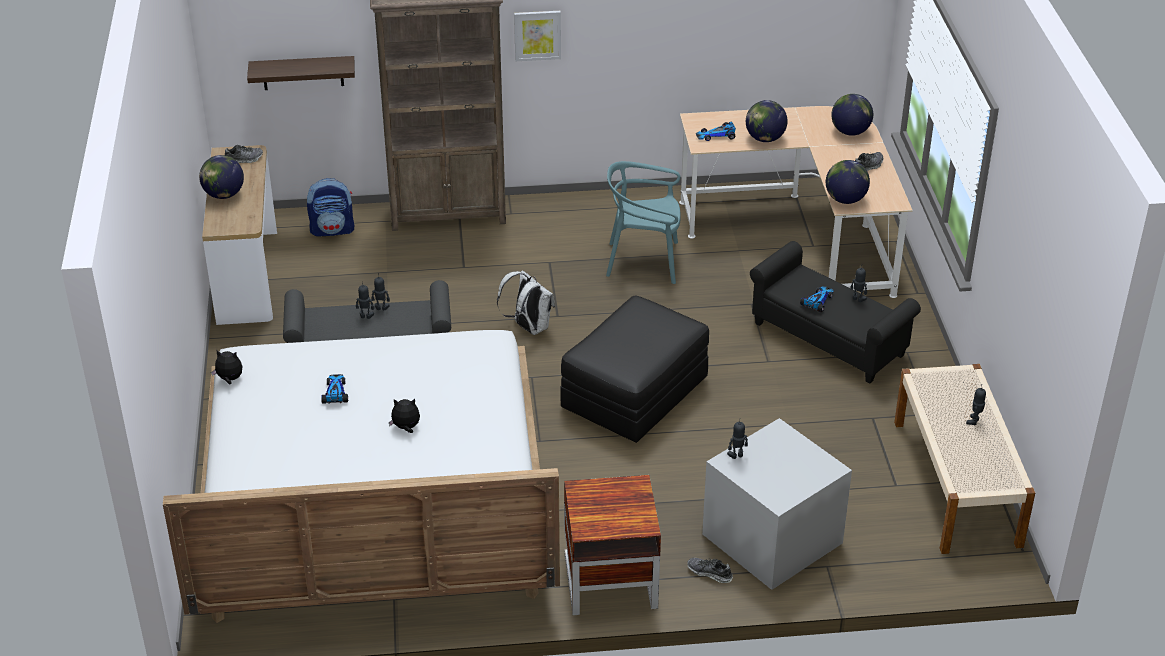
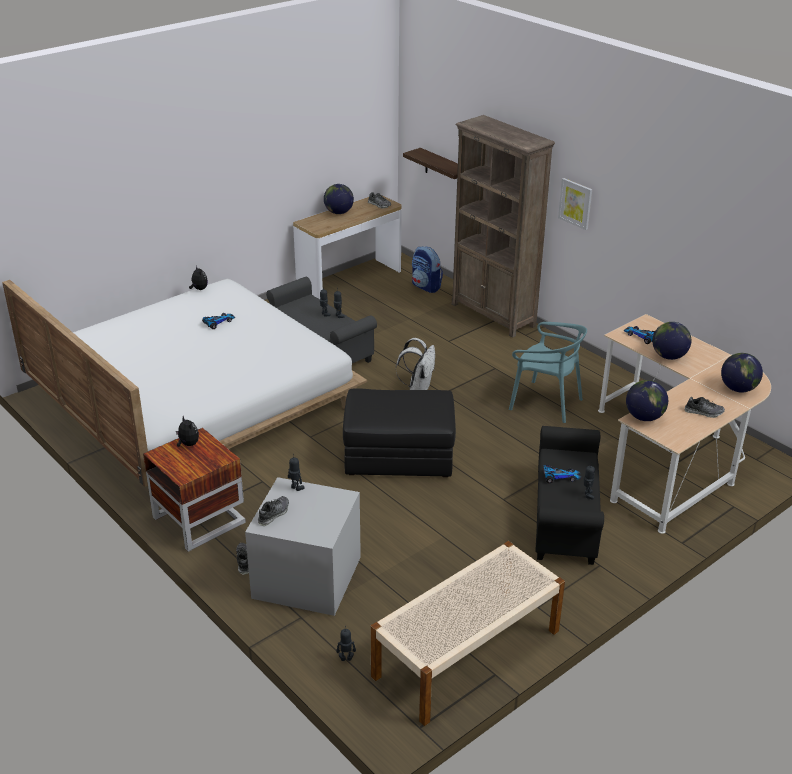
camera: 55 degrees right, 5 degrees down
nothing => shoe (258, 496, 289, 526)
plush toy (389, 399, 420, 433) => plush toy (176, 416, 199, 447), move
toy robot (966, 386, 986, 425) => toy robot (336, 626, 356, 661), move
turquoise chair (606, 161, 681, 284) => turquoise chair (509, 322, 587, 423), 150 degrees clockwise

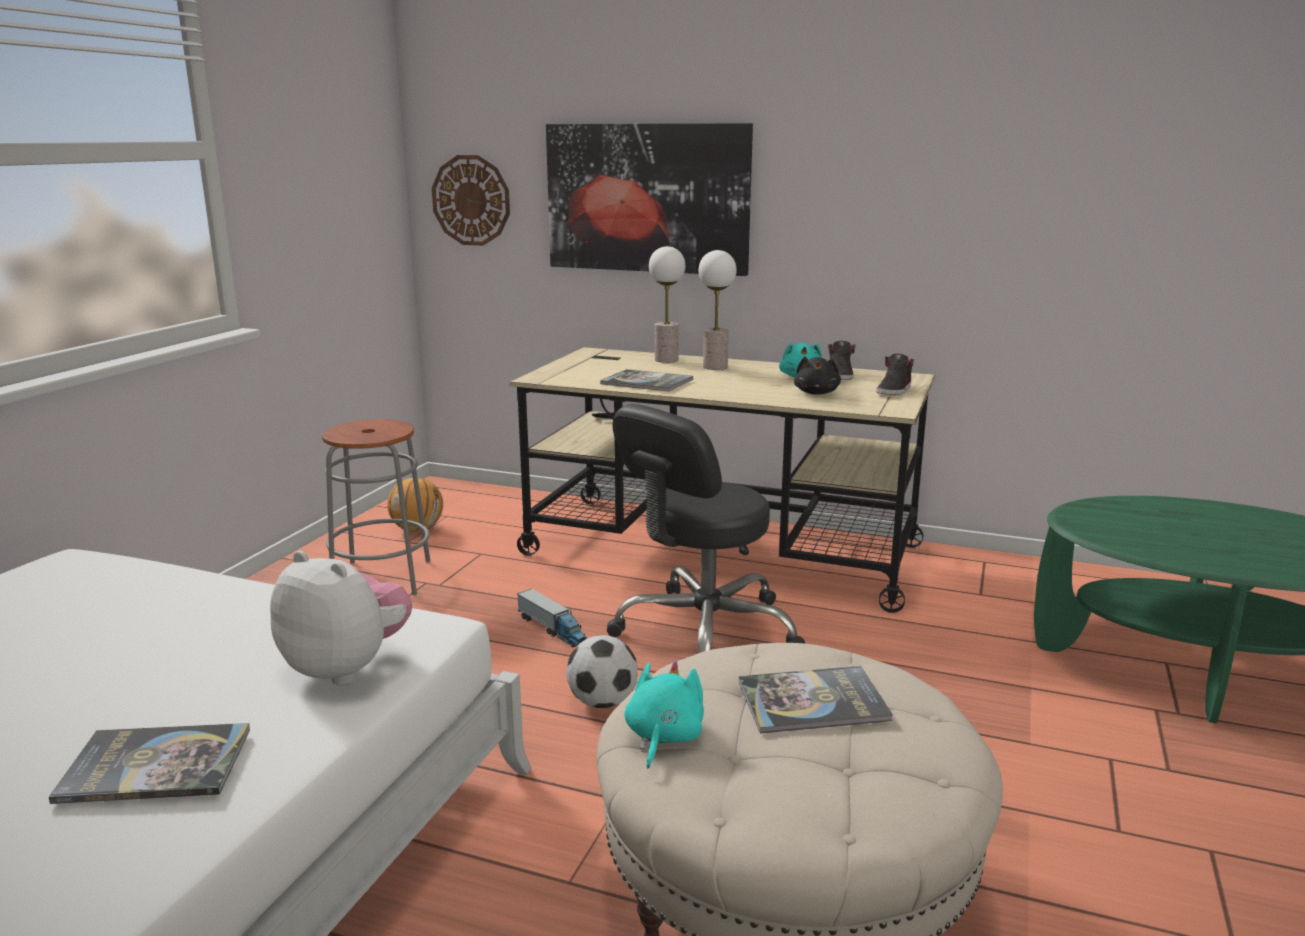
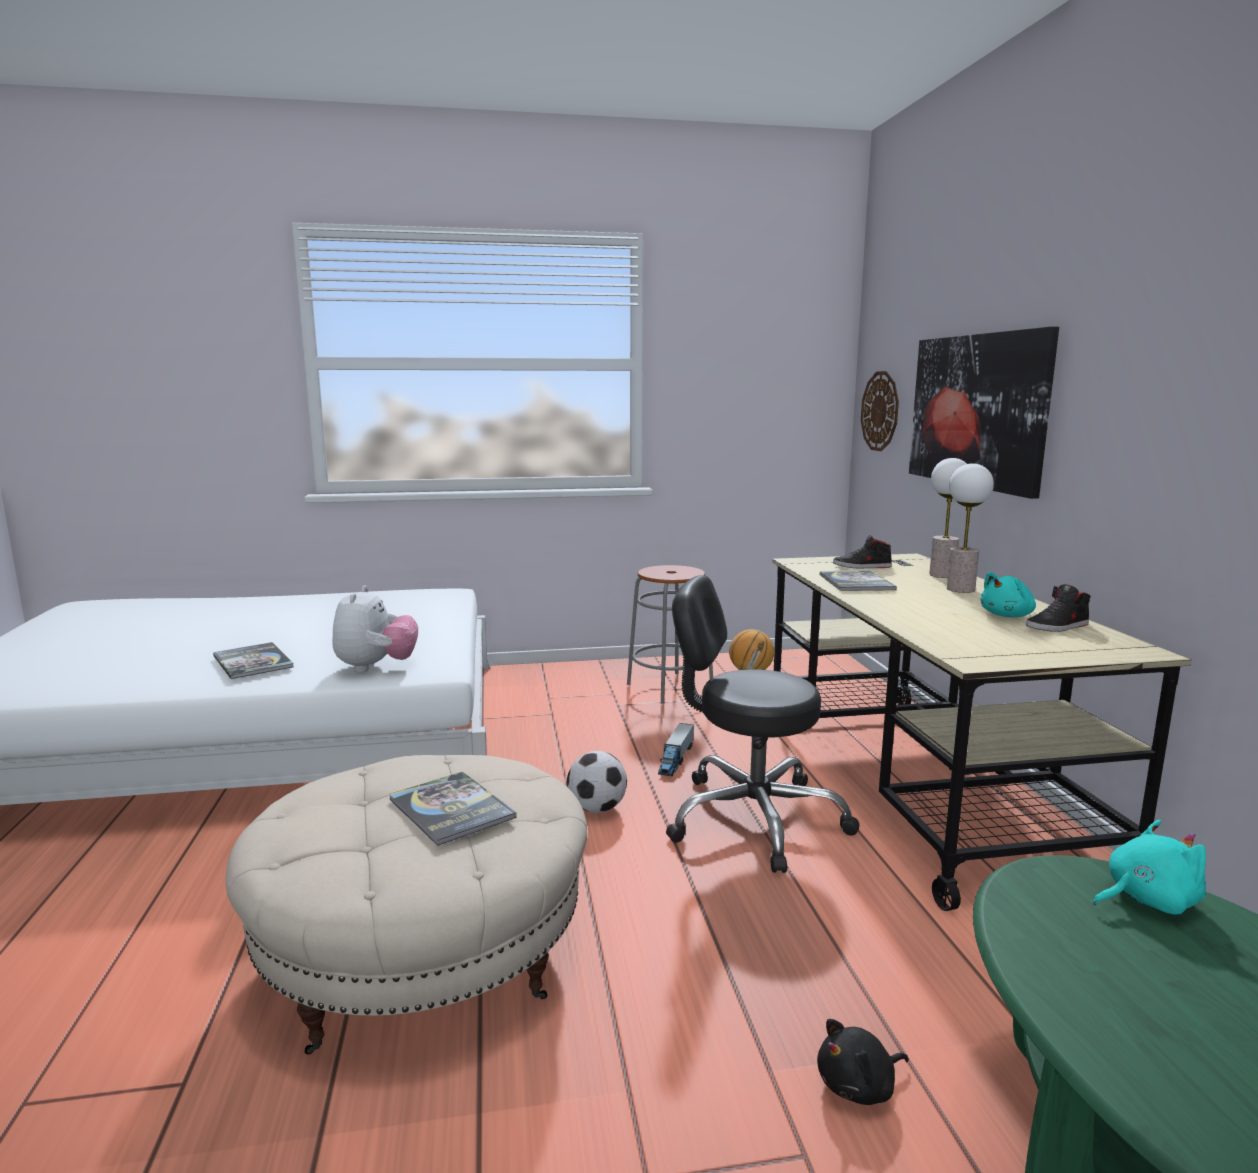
camera: 60 degrees right, 5 degrees down
turquoise plush toy (624, 661, 704, 769) => turquoise plush toy (1093, 820, 1206, 915), move
black plush toy (794, 356, 841, 395) => black plush toy (817, 1019, 909, 1105), move
black shoe (876, 354, 914, 395) => black shoe (833, 535, 892, 569), move

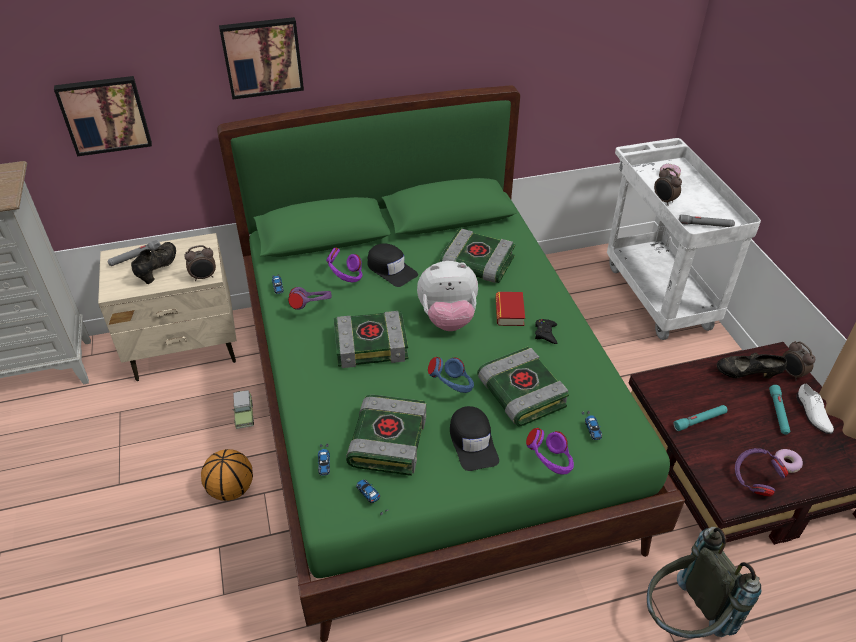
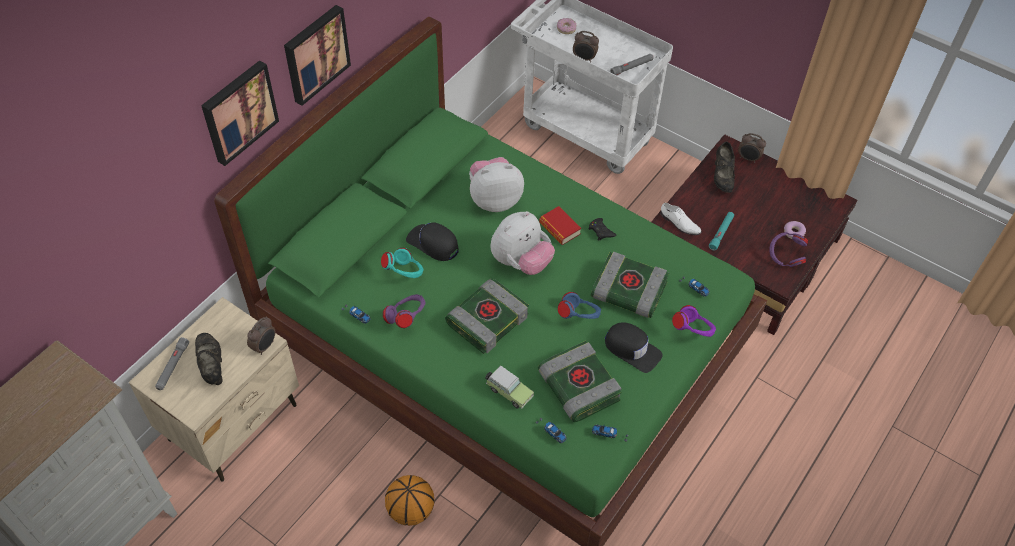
camera: 40 degrees left, 10 degrees up
grey backpack (647, 527, 761, 638) => nothing
turquoise flashlight (769, 385, 790, 435) => nothing
picture (54, 76, 152, 156) => picture (284, 5, 351, 106), move
toy car (232, 390, 254, 429) => toy car (485, 365, 534, 409), move
white shoe (796, 384, 834, 434) => white shoe (660, 203, 702, 235), move
book (439, 229, 516, 283) => plush toy (469, 157, 524, 212)
purple headphones (326, 247, 363, 283) => turquoise headphones (381, 248, 423, 278)
black cap (367, 243, 418, 287) => black cap (406, 222, 459, 261), 150 degrees counterclockwise
black shoe (717, 353, 787, 378) => black shoe (714, 142, 735, 193), 60 degrees counterclockwise

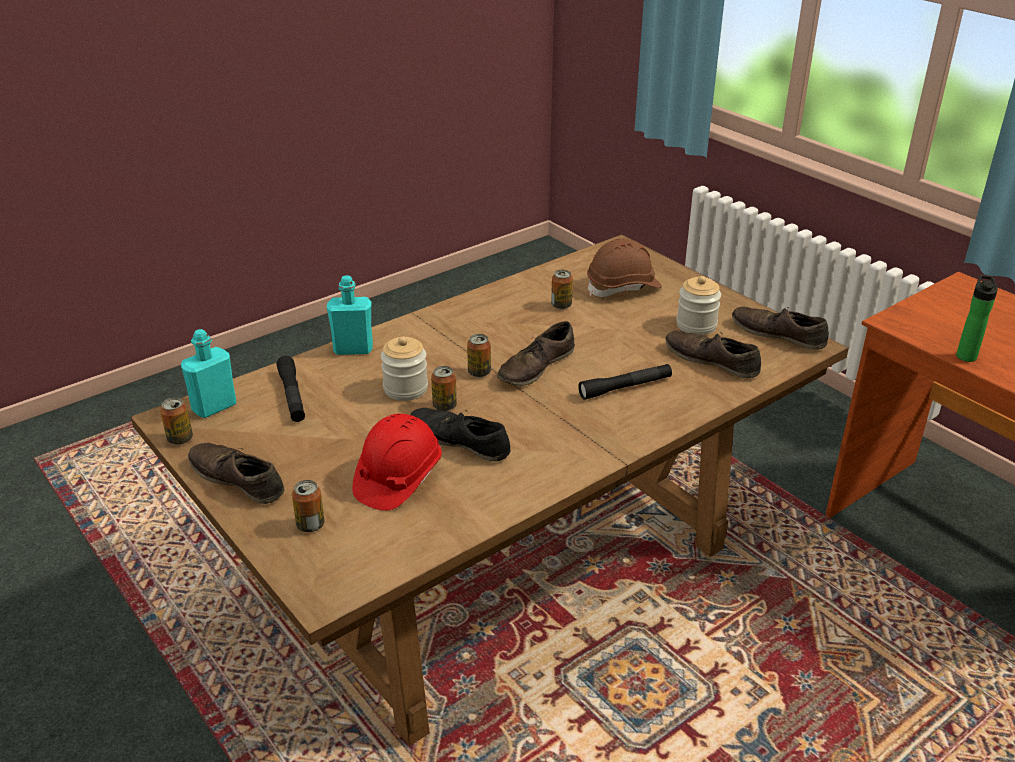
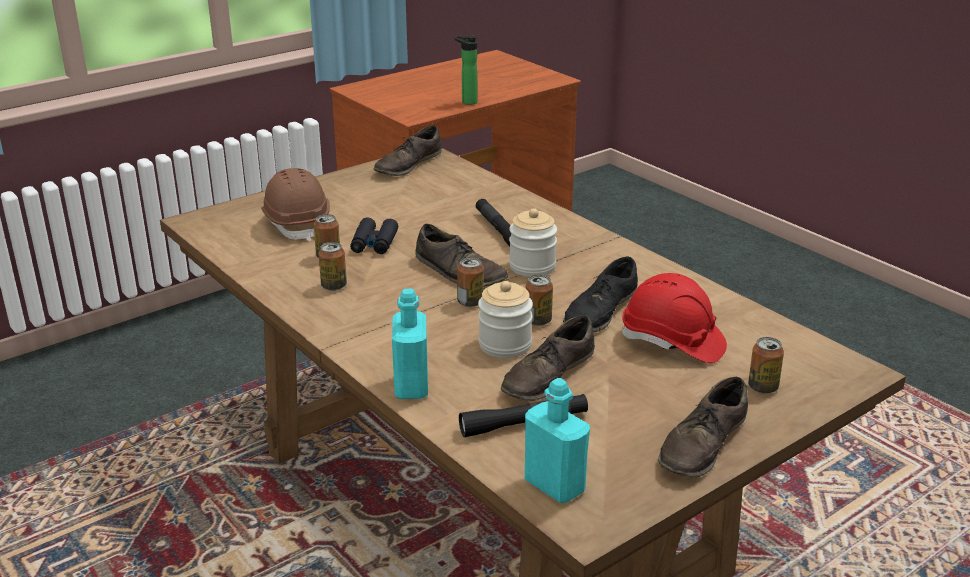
camera: 90 degrees left, 5 degrees down
nothing => black binoculars (350, 217, 398, 254)
can (160, 397, 193, 445) => can (318, 242, 347, 291), move
brown shoe (665, 330, 761, 378) => brown shoe (501, 316, 595, 401), move
jar (676, 276, 721, 335) => jar (509, 208, 557, 277), move

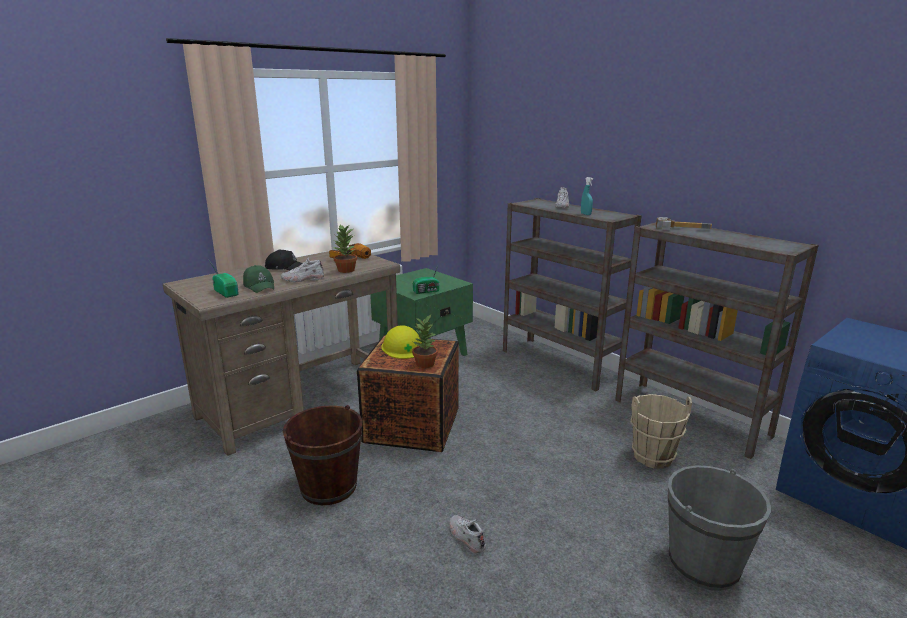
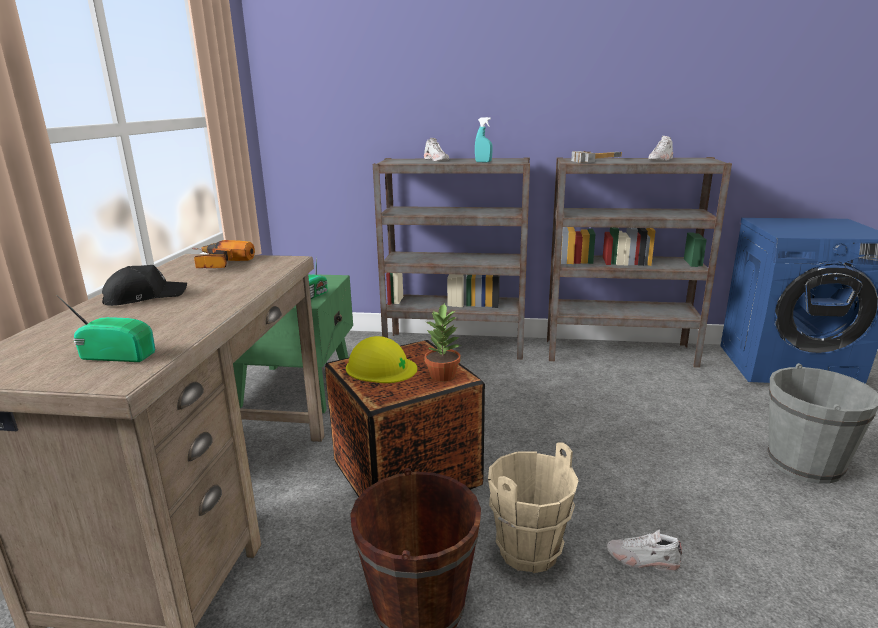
camera: 40 degrees left, 0 degrees up
green cap (243, 265, 274, 293) => nothing
potted plant (334, 224, 357, 273) => nothing
white shoe (281, 257, 324, 282) => white shoe (648, 136, 673, 161), move
beige bucket (630, 394, 692, 469) => beige bucket (488, 442, 579, 573), move

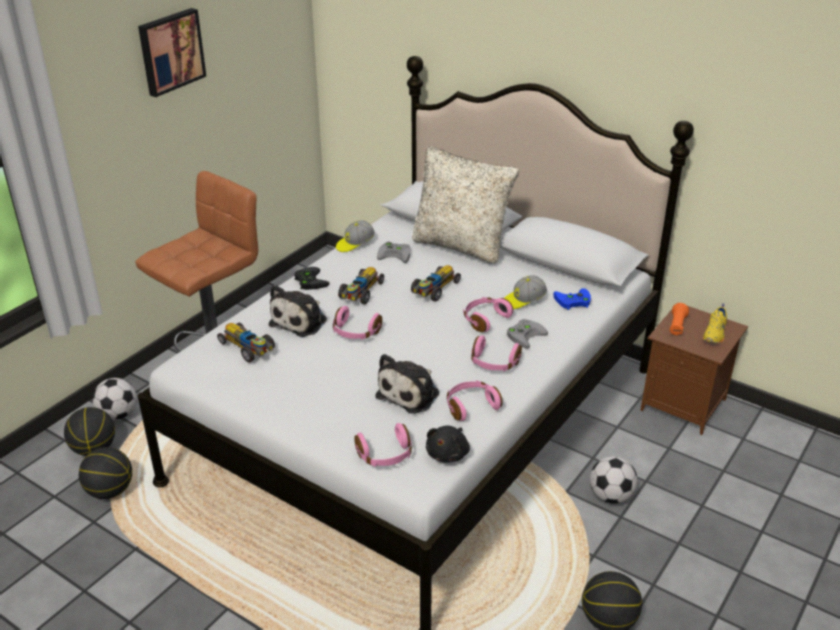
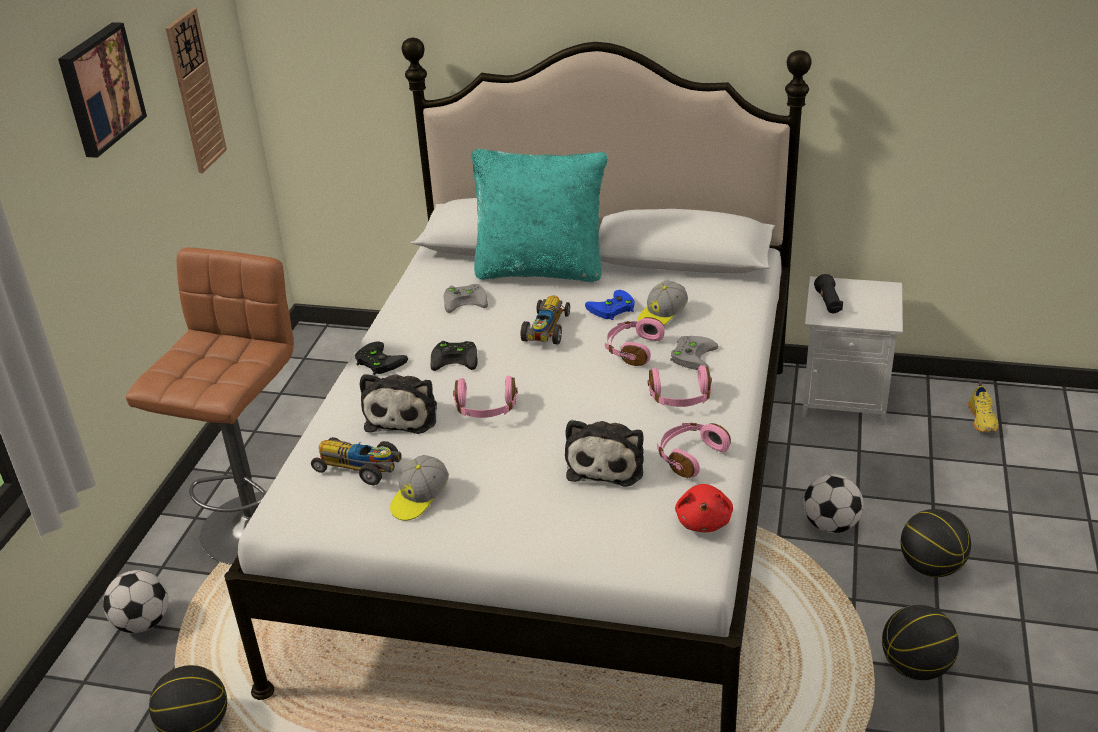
camera: 20 degrees left, 0 degrees up
pink headphones (354, 423, 412, 467) => nothing
nothing => wall clock (165, 8, 227, 173)
basketball (64, 407, 115, 456) => basketball (901, 509, 971, 577), move
cap (336, 220, 375, 252) => cap (390, 455, 449, 521), move
blue game controller (553, 288, 591, 310) => blue game controller (585, 290, 635, 320), move
yellow shoe (703, 303, 727, 344) => yellow shoe (968, 381, 998, 432), move
toy car (338, 267, 384, 304) => black game controller (431, 341, 477, 371)
beige pillow (412, 146, 520, 264) => turquoise pillow (471, 148, 608, 283)
black plush toy (426, 426, 470, 463) => red plush toy (675, 484, 733, 532)
brown nightstand (640, 302, 748, 435) => grey nightstand (802, 276, 903, 425)
orange flashlight (670, 303, 689, 335) => black flashlight (814, 274, 843, 313)

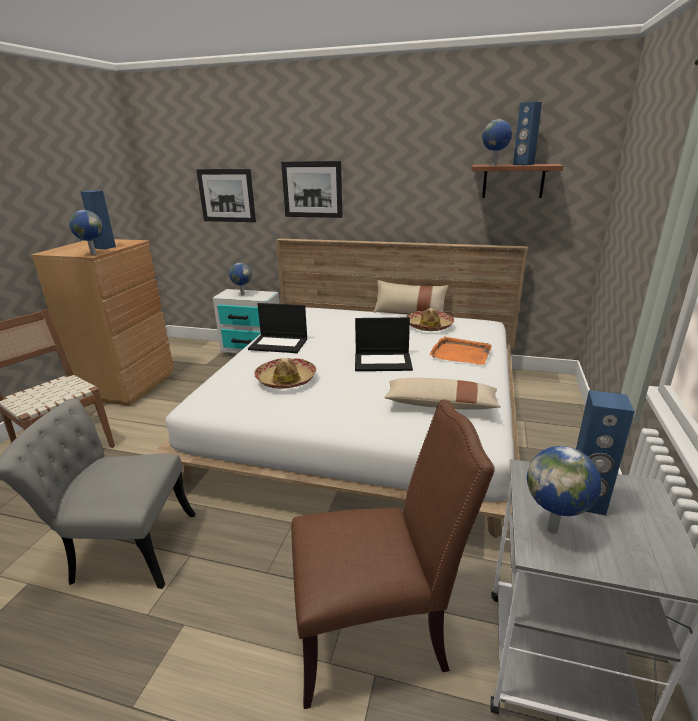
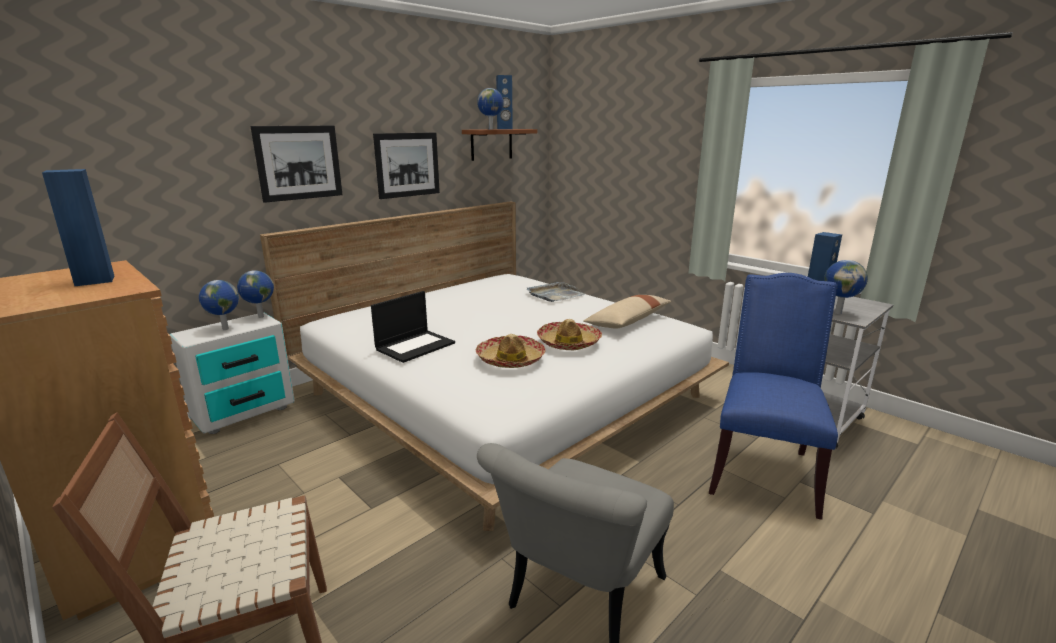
camera: 60 degrees left, 5 degrees down
laptop (355, 317, 413, 371) => nothing
beige pillow (374, 280, 449, 314) => nothing
globe (69, 210, 103, 255) => globe (237, 270, 274, 318), move
picture (196, 169, 256, 222) => picture (373, 132, 440, 199), move
hat (406, 308, 454, 331) => hat (537, 319, 602, 350), move
brown chair (291, 399, 495, 709) => blue chair (709, 273, 838, 520)
orange tray (430, 336, 492, 365) => grey tray (526, 282, 585, 302)

